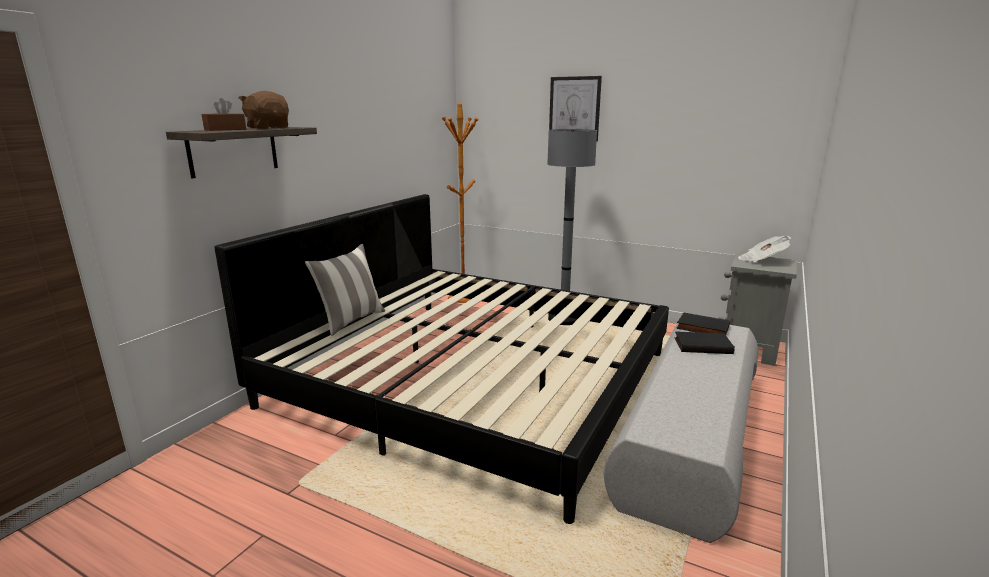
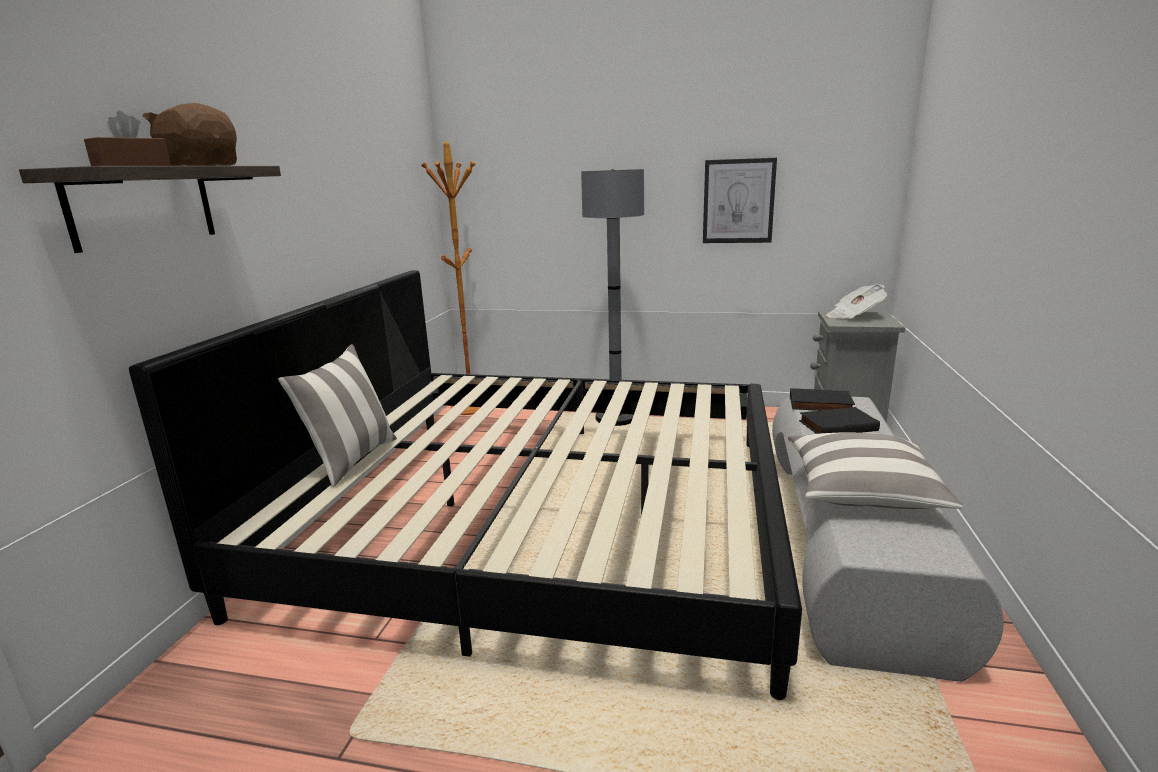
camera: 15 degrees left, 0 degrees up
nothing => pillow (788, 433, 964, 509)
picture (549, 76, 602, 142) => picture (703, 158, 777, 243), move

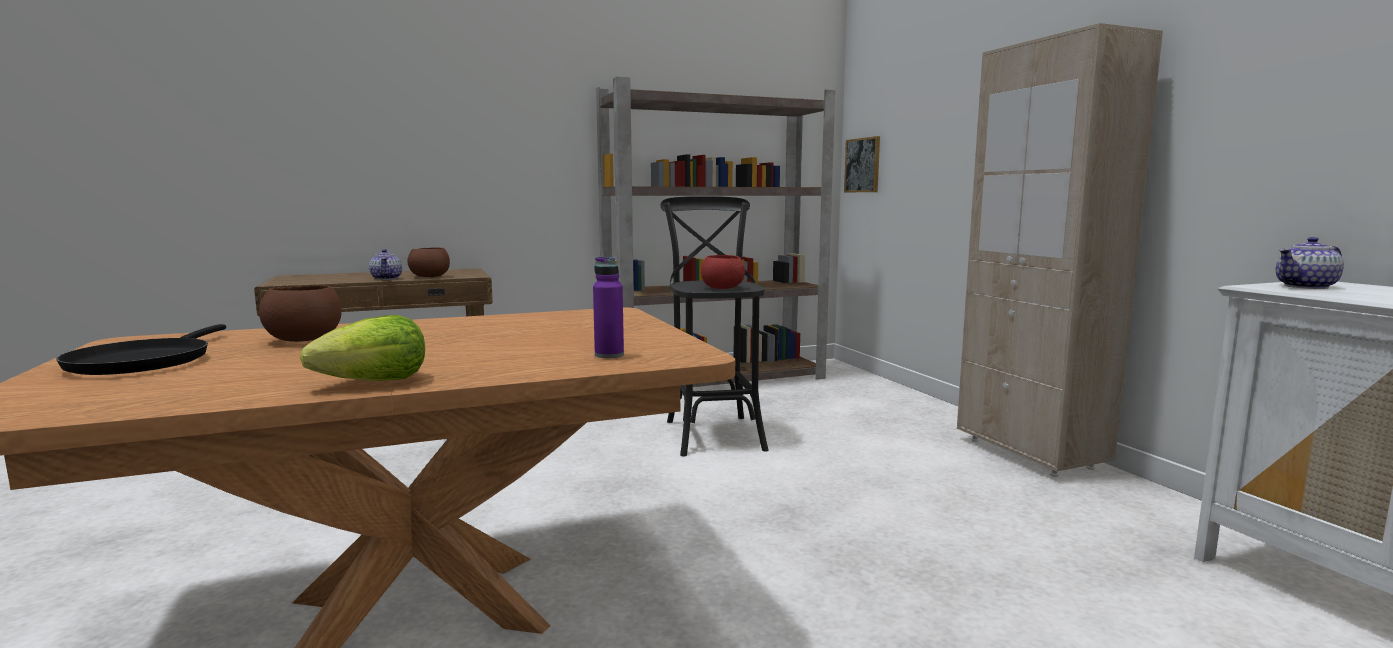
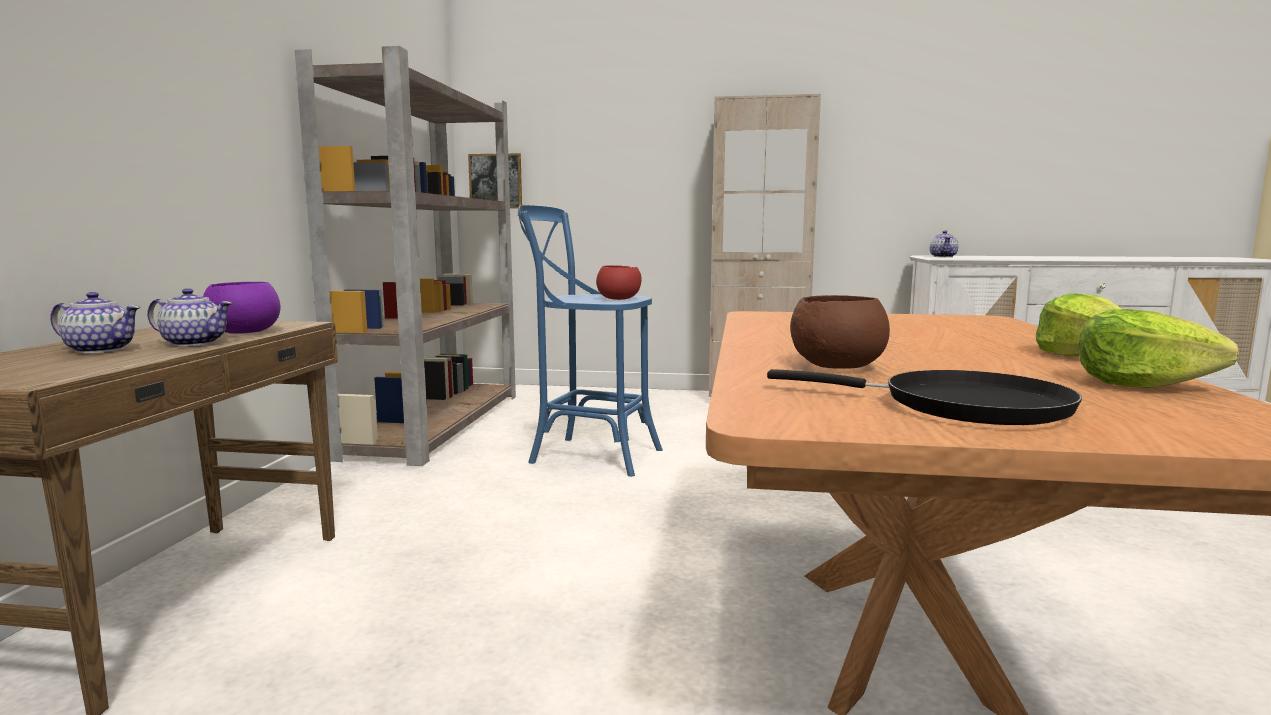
camera: 60 degrees left, 0 degrees up
purple bottle (593, 257, 624, 358) => nothing
nothing => teapot (50, 292, 140, 353)
nothing => lettuce (1079, 309, 1239, 388)
brown bowl (407, 248, 450, 277) => purple bowl (203, 282, 281, 334)
black stool (660, 196, 769, 456) => blue stool (518, 205, 663, 477)

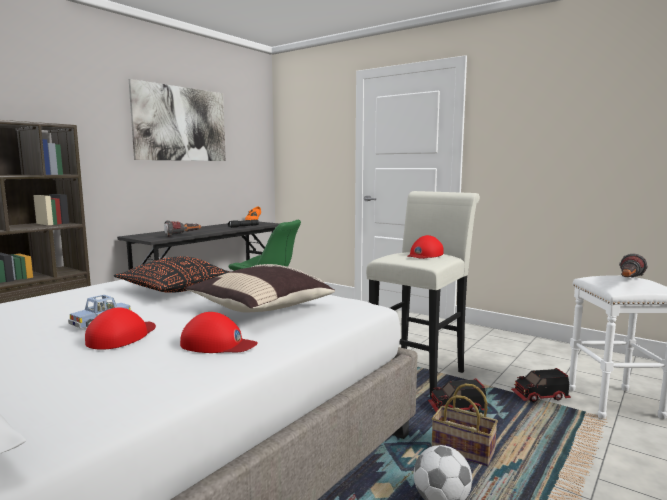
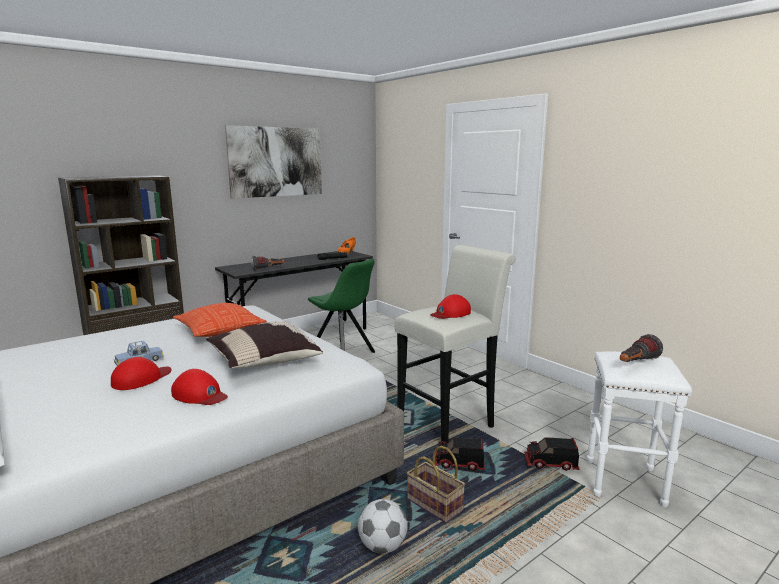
camera: 15 degrees right, 5 degrees up
black pillow (114, 257, 231, 293) => orange pillow (173, 303, 267, 337)

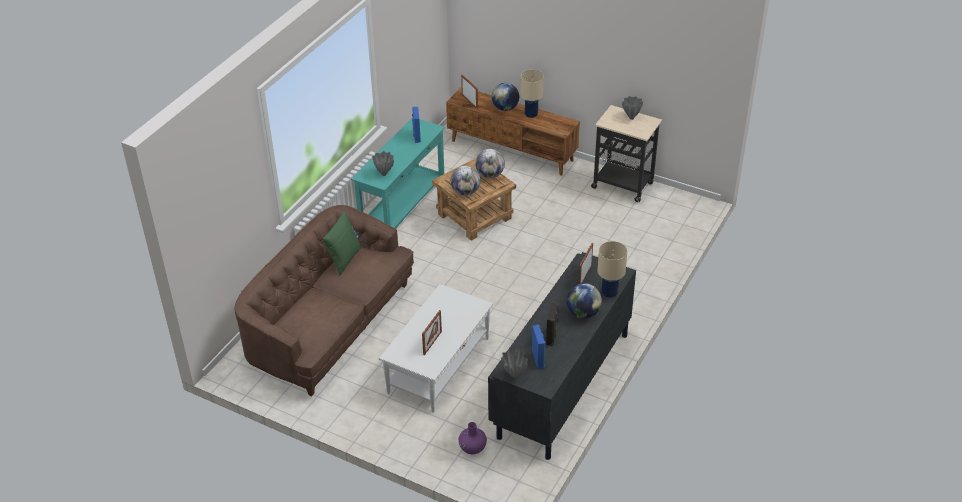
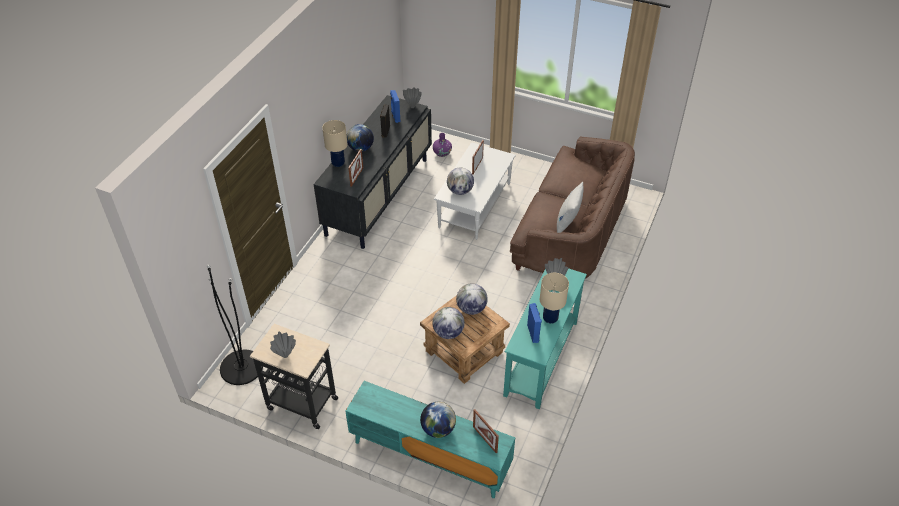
camera: 175 degrees right, 5 degrees up
nothing => black floor lamp (207, 265, 263, 385)
nothing => globe (447, 167, 474, 195)
beige table lamp (520, 70, 544, 118) => beige table lamp (540, 273, 569, 324), move
green pillow (323, 211, 361, 275) => grey pillow (557, 182, 584, 233)
brown tv stand (446, 87, 580, 176) => turquoise tv stand (345, 381, 515, 498)

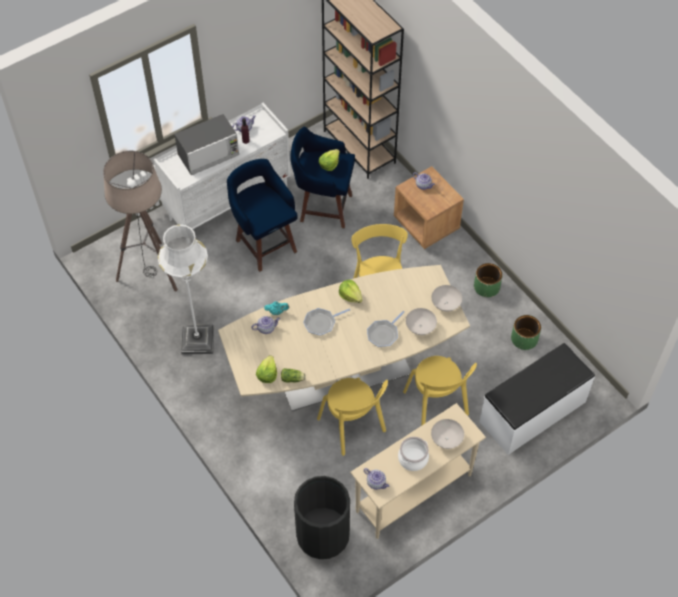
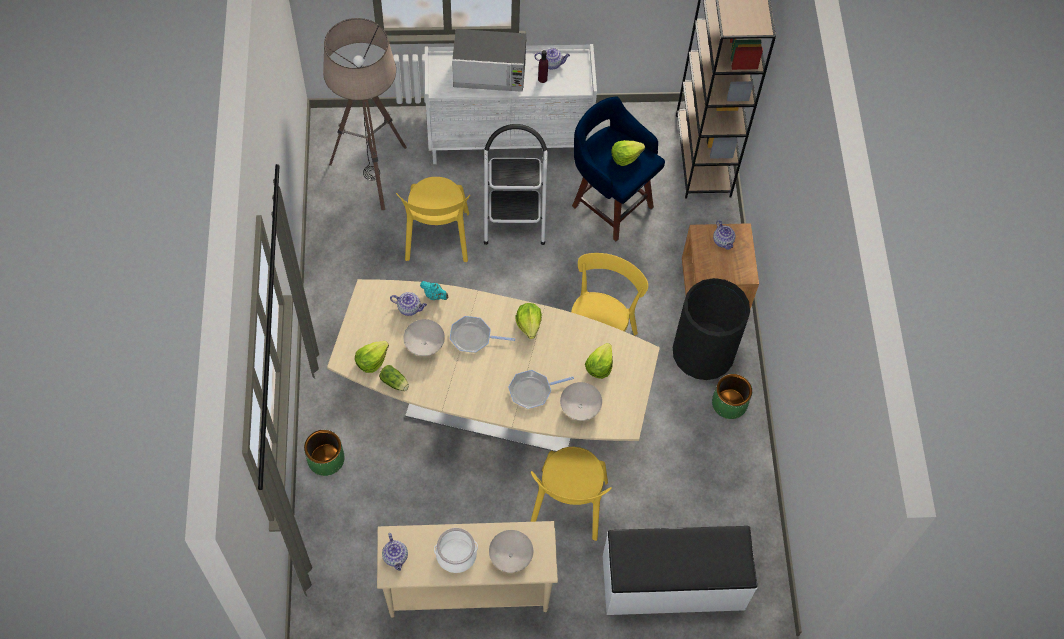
camera: 30 degrees right, 5 degrees up
white floor lamp (158, 224, 214, 355) => nothing
nothing => lettuce (585, 343, 613, 379)
black trash can (294, 476, 350, 559) => black trash can (673, 278, 750, 380), move
yellow chair (317, 377, 388, 456) => yellow chair (396, 177, 470, 262), move
white bowl (431, 285, 462, 311) => white bowl (403, 319, 445, 356), move
green planter (511, 315, 541, 350) => green planter (304, 430, 344, 476), move
blue stool (227, 159, 298, 272) => step ladder (484, 124, 548, 245)

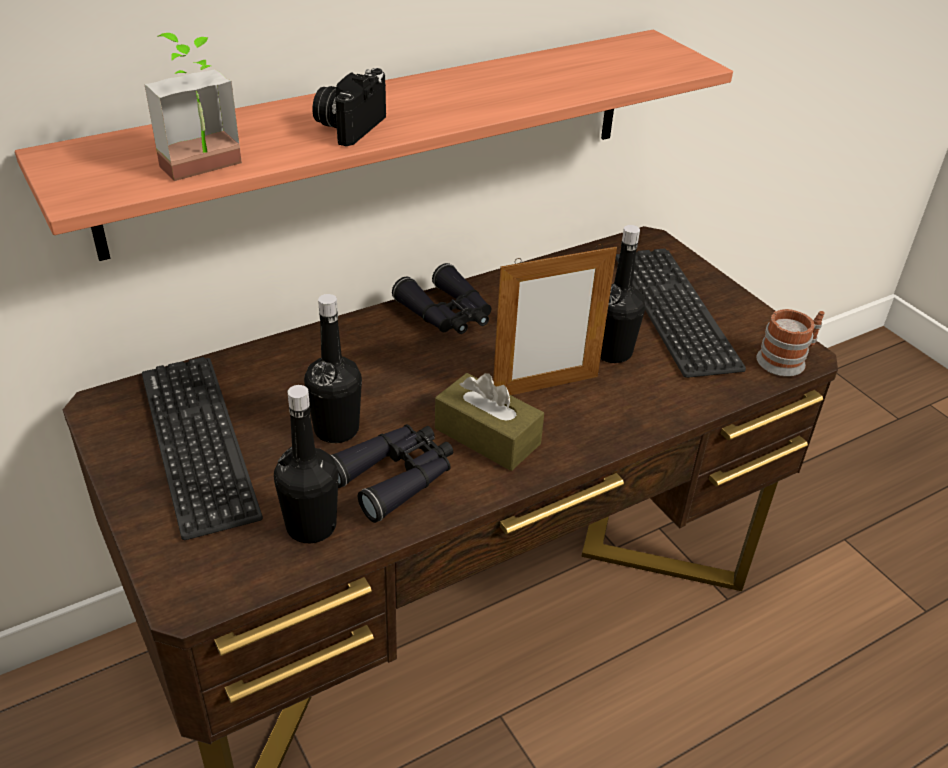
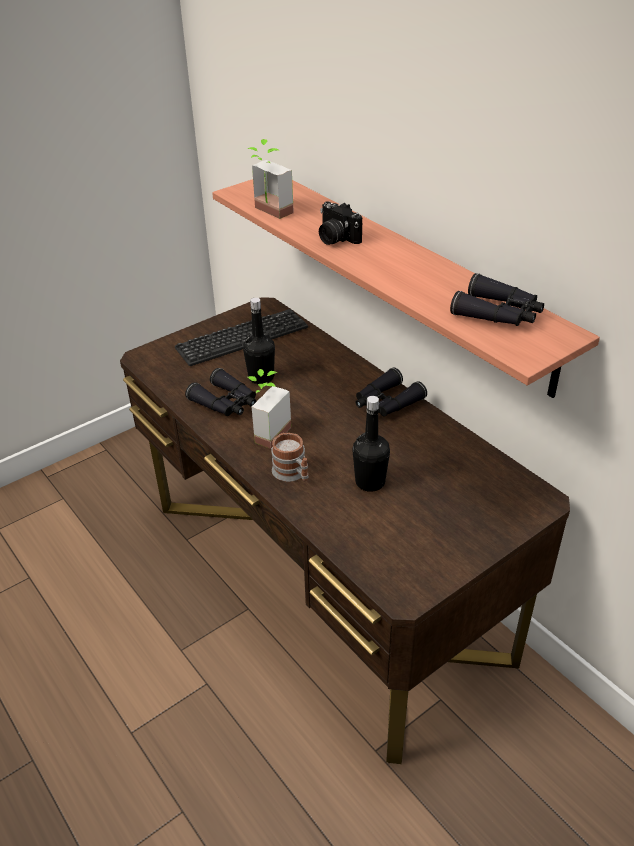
camera: 85 degrees right, 0 degrees up
black bottle (274, 385, 339, 543) => nothing
picture frame (493, 244, 617, 395) => nothing
keyboard (615, 249, 746, 378) => nothing
nothing => black binoculars (450, 273, 544, 326)
mug (756, 309, 825, 377) => mug (271, 433, 308, 482), move
brown tissue box (435, 373, 544, 471) => potted plant (248, 369, 291, 449)
photo camera (312, 68, 386, 146) => photo camera (319, 201, 362, 245), 150 degrees counterclockwise

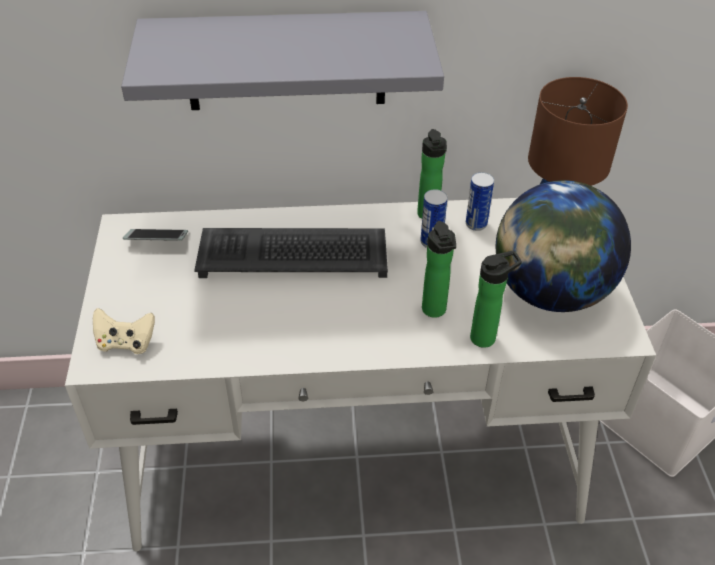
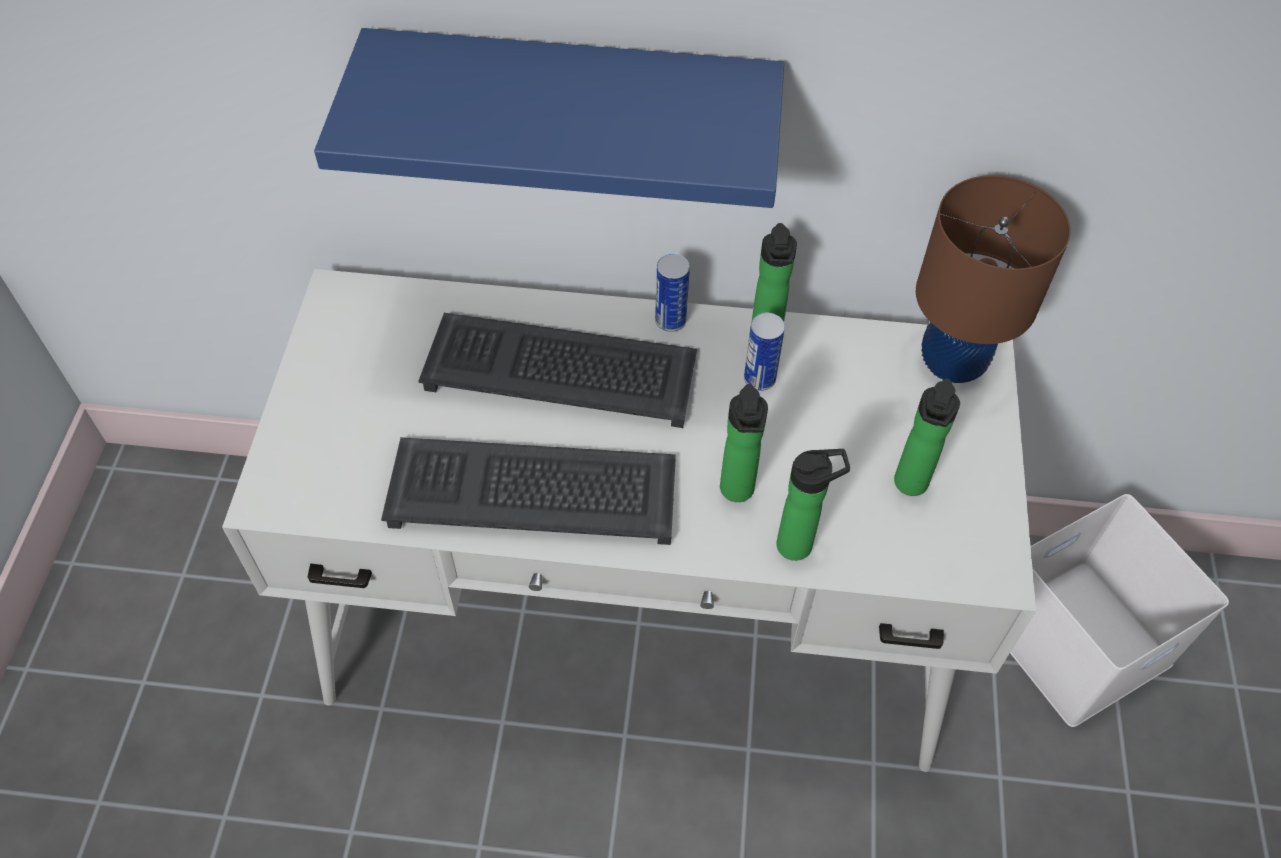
camera: 10 degrees right, 10 degrees up
beige game controller (93, 308, 155, 354) => nothing
phone (123, 229, 188, 241) => nothing
nothing => keyboard (381, 437, 676, 545)
can (466, 172, 494, 231) => can (655, 254, 690, 332), move
globe (496, 180, 631, 312) => bottle (894, 379, 960, 496)
grey shelf (121, 11, 444, 110) => blue shelf (314, 28, 784, 208)

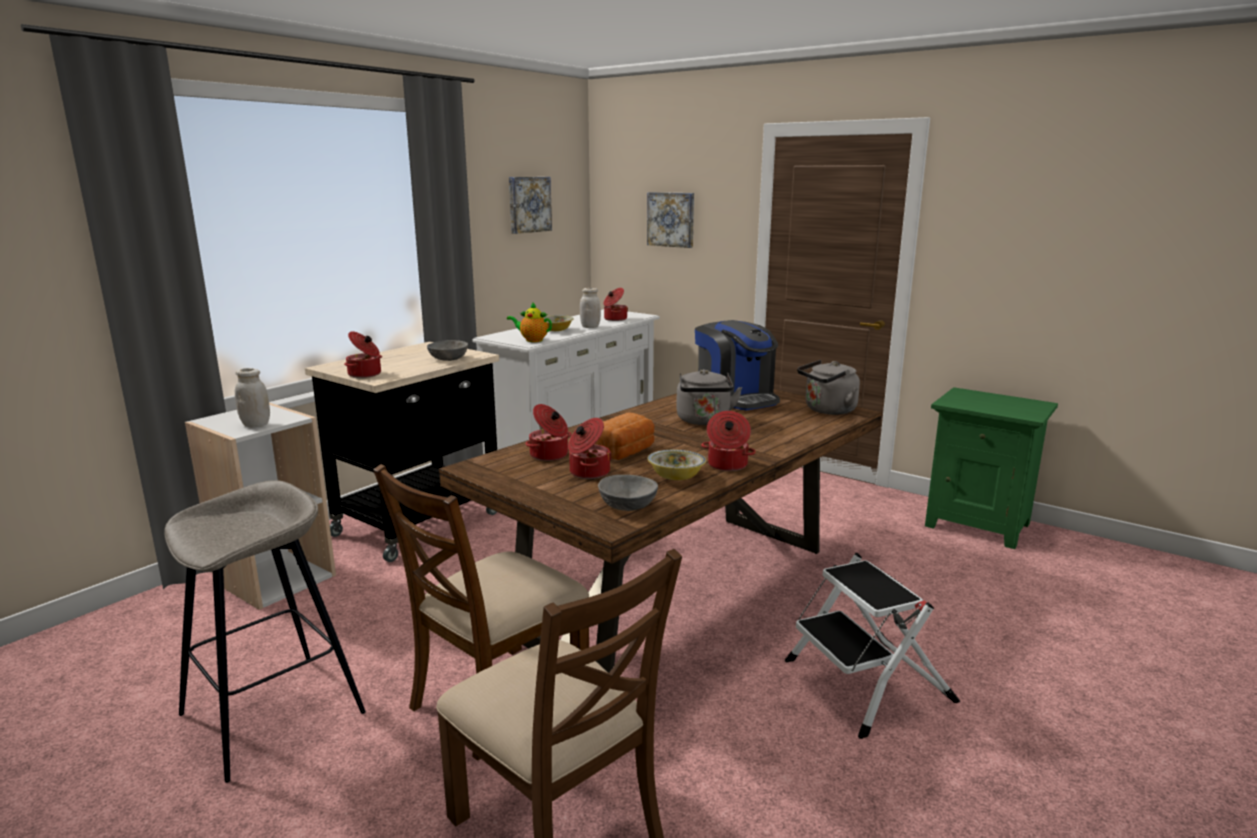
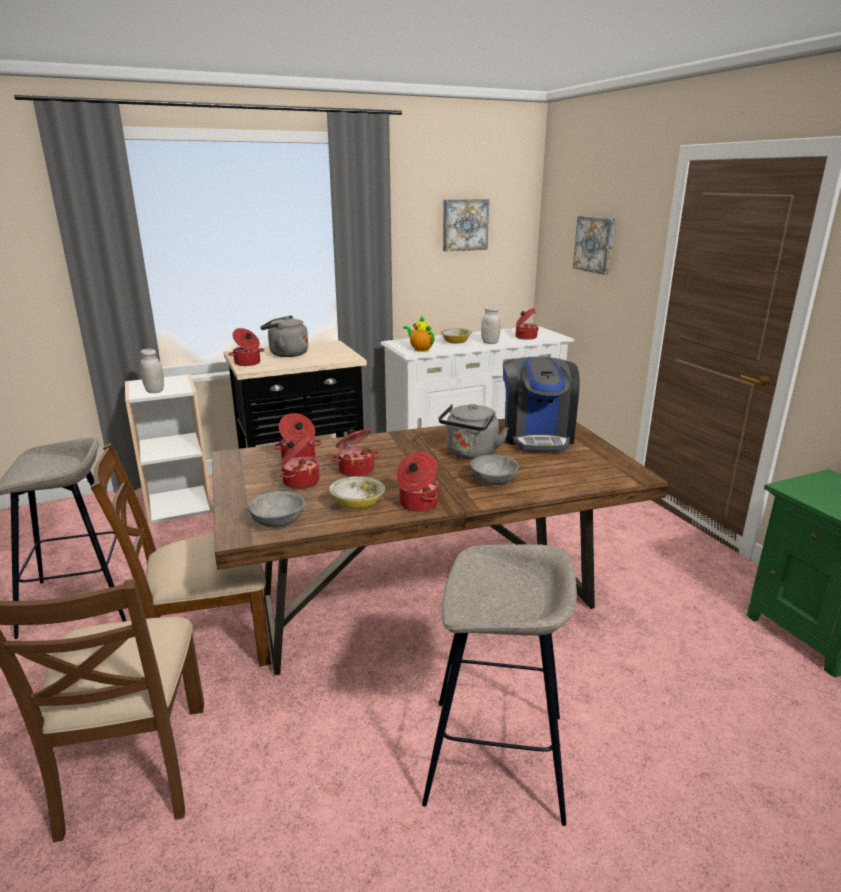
camera: 30 degrees right, 5 degrees up
grey bowl (427, 340, 468, 361) => grey bowl (470, 455, 519, 485), move
grey kettle (797, 360, 860, 415) => grey kettle (260, 316, 308, 357), move
bread (594, 412, 654, 460) => cooking pot (331, 429, 380, 477)
step ladder (785, 553, 960, 739) => grey stool (422, 544, 577, 826)

